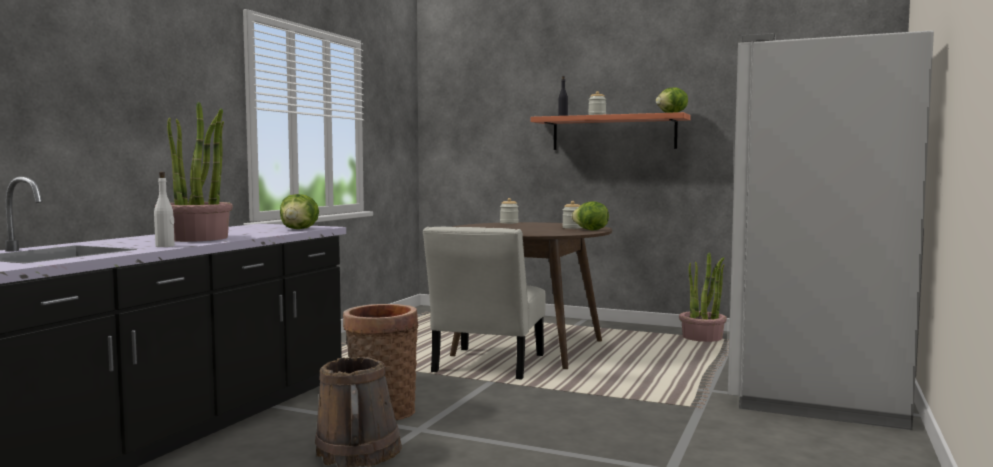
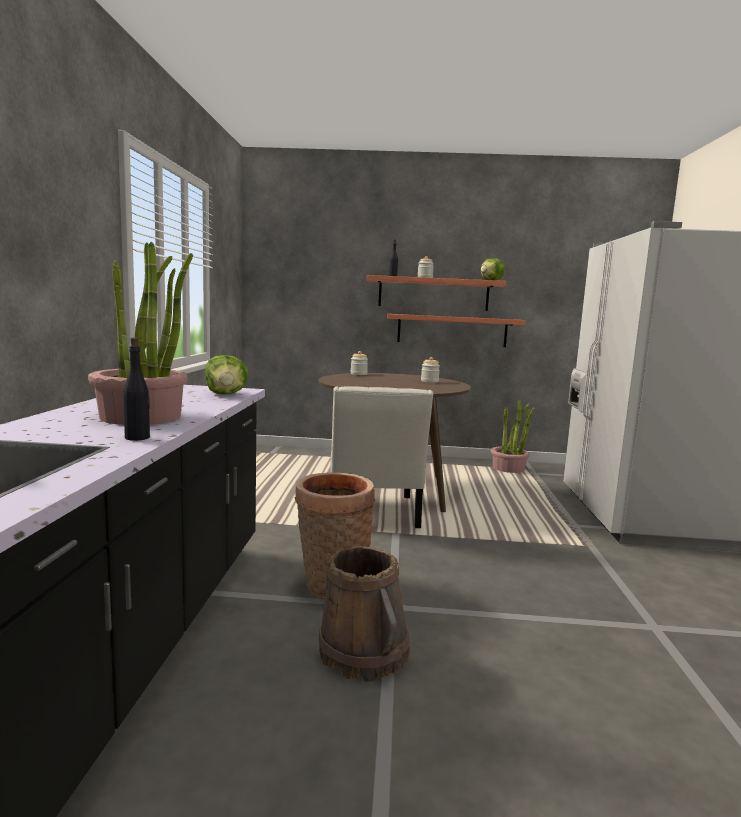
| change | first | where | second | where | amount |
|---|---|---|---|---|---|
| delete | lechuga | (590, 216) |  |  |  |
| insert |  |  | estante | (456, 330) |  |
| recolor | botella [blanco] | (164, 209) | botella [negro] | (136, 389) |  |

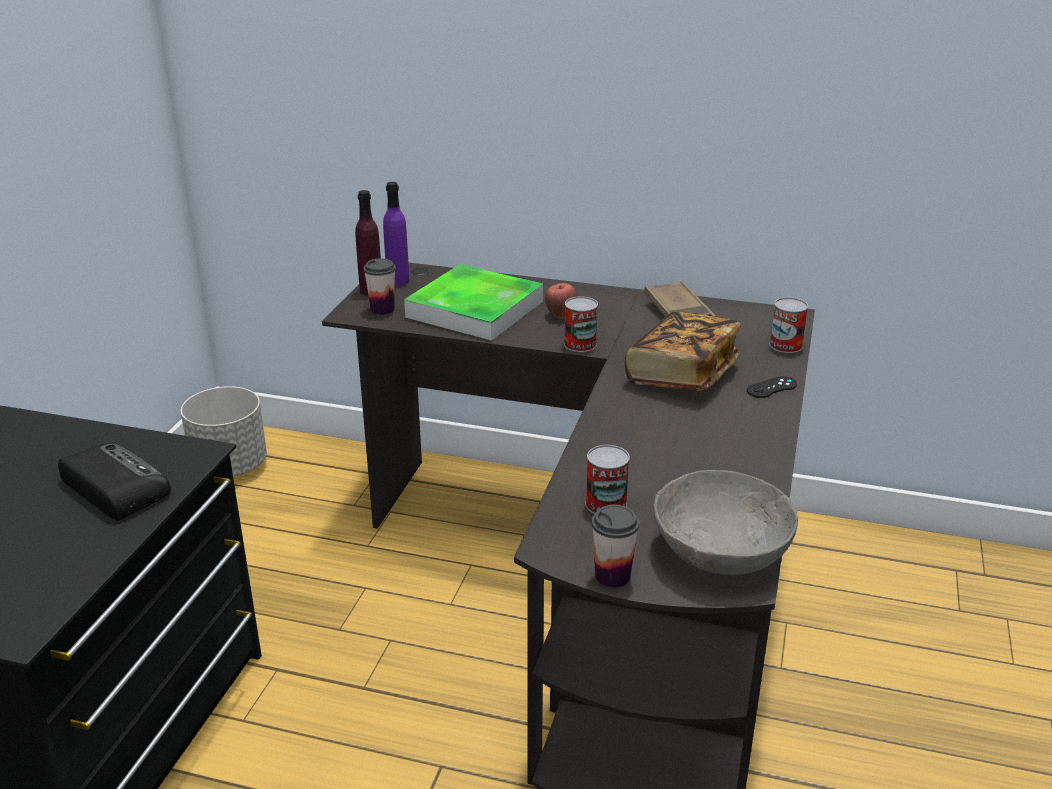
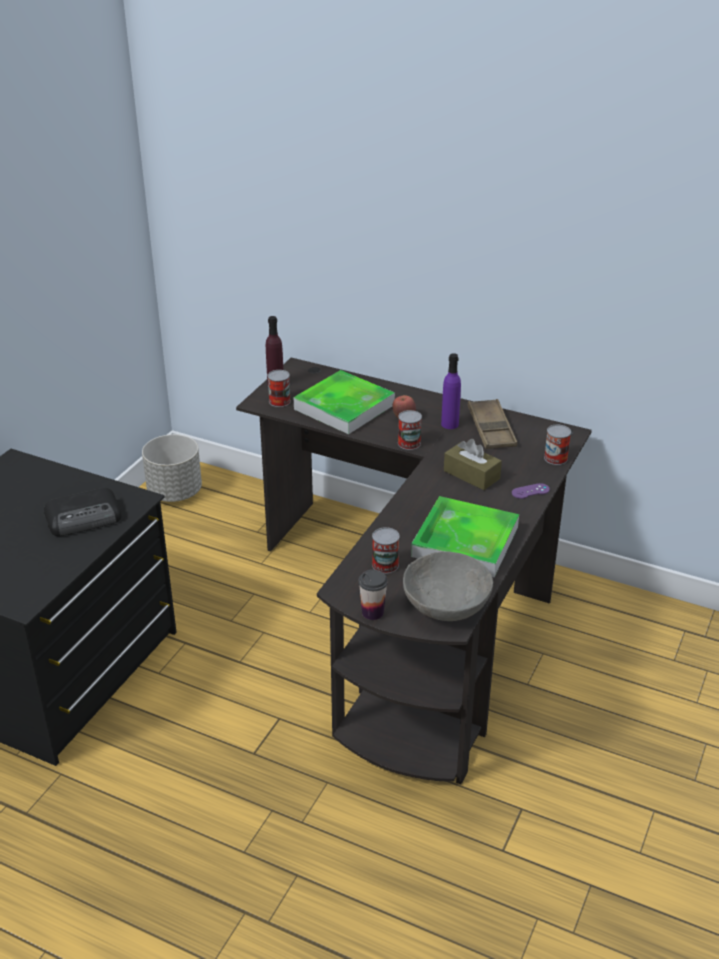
| change | first | where | second | where | amount |
|---|---|---|---|---|---|
| insert |  |  | bandeja | (465, 536) |  |
| move | botella [morado] | (396, 234) |  | (451, 391) |  |
| replace | taza | (380, 286) | lata | (279, 388) |  |
| replace | libro | (683, 351) | caja de pañuelos [marrón] | (473, 464) |  |
| recolor | mando de consola [negro] | (772, 387) | mando de consola [morado] | (531, 491) |  |
| rotate | radio | (114, 482) |  | (82, 512) | 105 degrees clockwise |

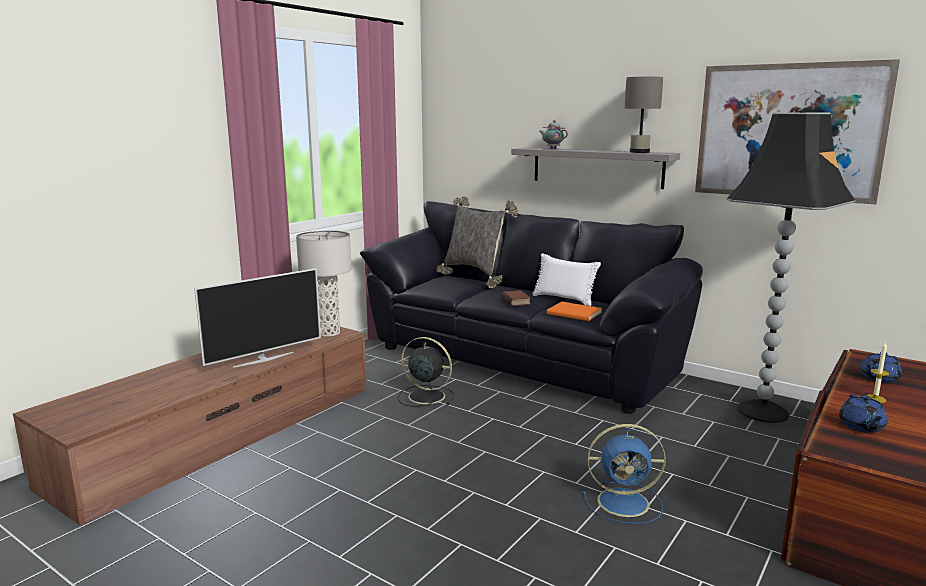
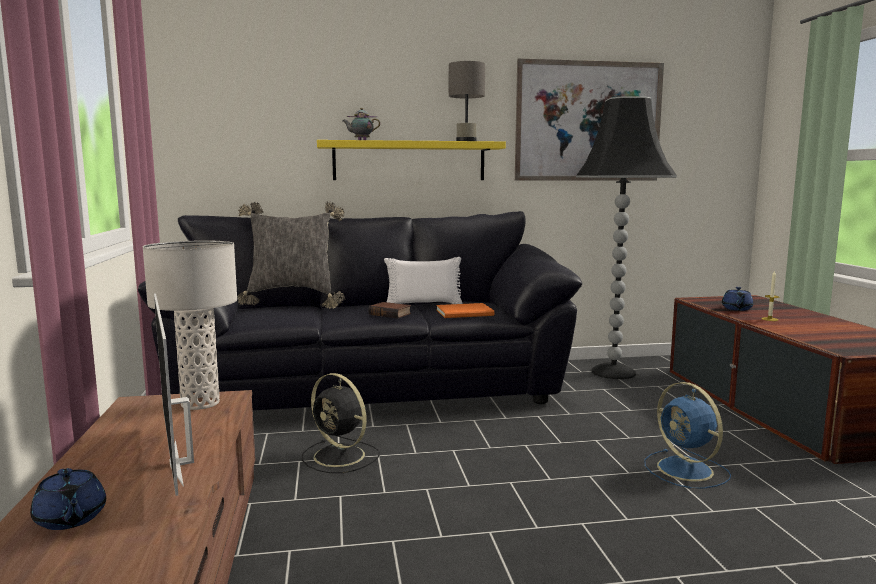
| change | first | where | second | where | amount |
|---|---|---|---|---|---|
| move | tetera [azul] | (863, 413) |  | (68, 499) |  |
| recolor | estante [gris] | (595, 168) | estante [amarillo] | (411, 160) |  |
| rotate | televisor | (257, 318) |  | (174, 394) | 150 degrees clockwise |
| rotate | ventilador [negro] | (426, 372) |  | (341, 423) | 120 degrees counterclockwise |
| rotate | ventilador [azul] | (624, 474) |  | (687, 435) | 105 degrees clockwise |

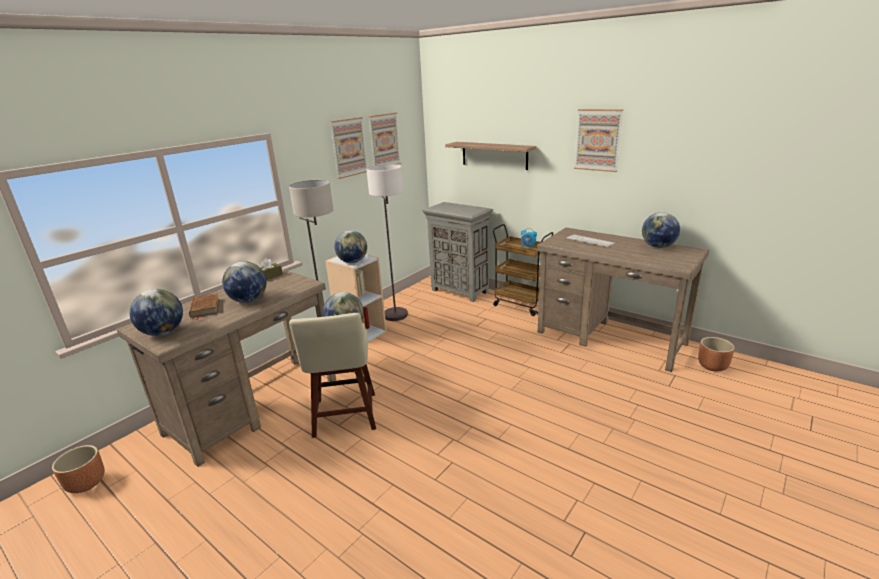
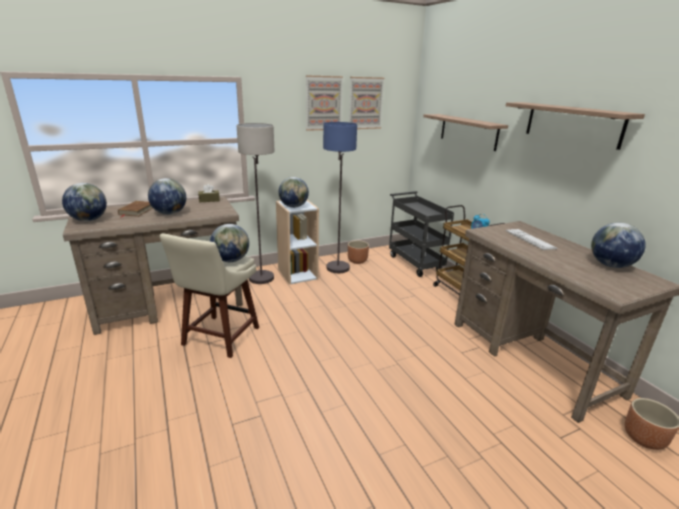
| change | first | where | second | where | amount |
|---|---|---|---|---|---|
| move | maceta [marrón] | (78, 469) |  | (358, 252) |  |
| replace | armario [gris] | (458, 252) | carrito [gris] | (421, 234) |  |
| replace | cuadro | (598, 140) | estante | (575, 126) |  |
| recolor | lámpara de pie [blanco] | (387, 242) | lámpara de pie [azul] | (340, 197) |  |

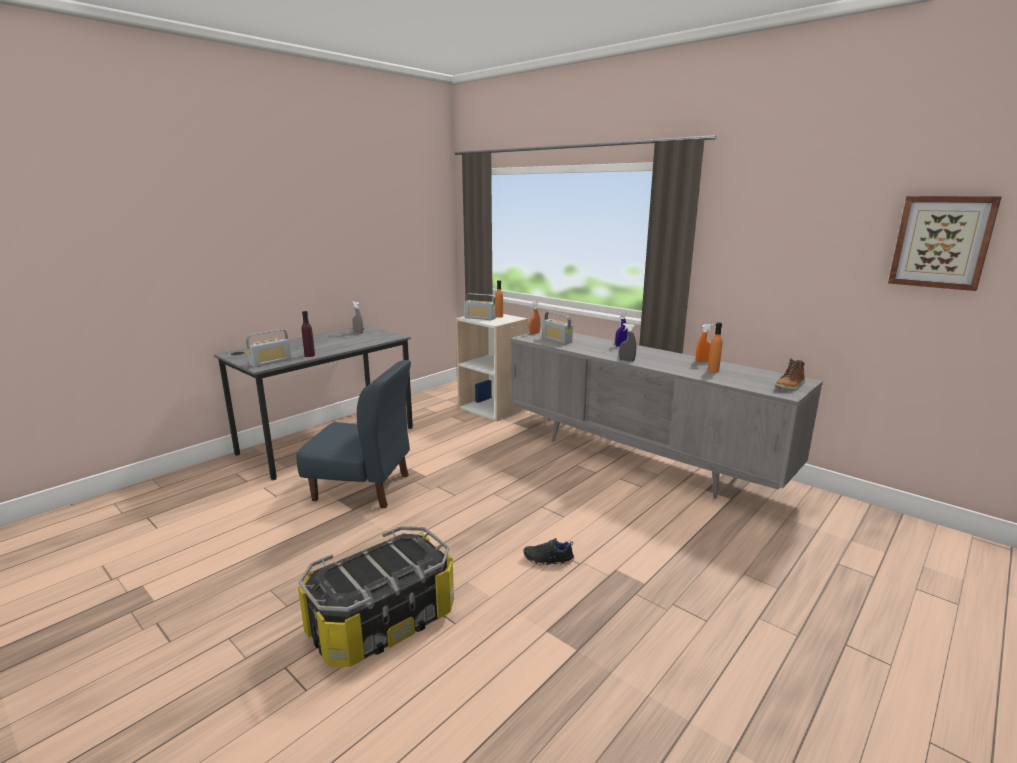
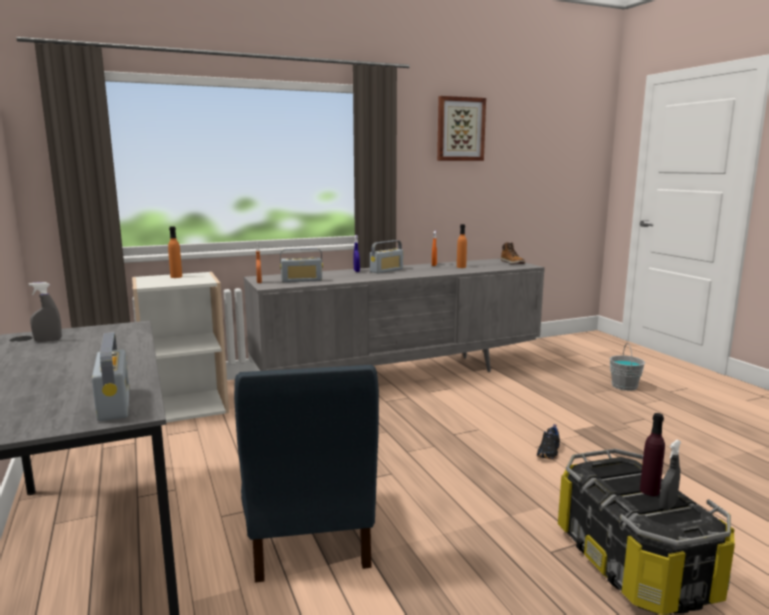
| change | first | where | second | where | amount |
|---|---|---|---|---|---|
| insert |  |  | cubo [gris] | (627, 367) |  |
| move | botella [morado] | (308, 334) |  | (652, 454) |  |
| move | radio | (480, 306) |  | (386, 256) |  |
| move | pulverizador [gris] | (627, 342) |  | (670, 475) |  |
| move | cuadro | (945, 243) |  | (461, 128) |  |
| rotate | silla [azul] | (353, 434) |  | (306, 474) | 135 degrees clockwise |

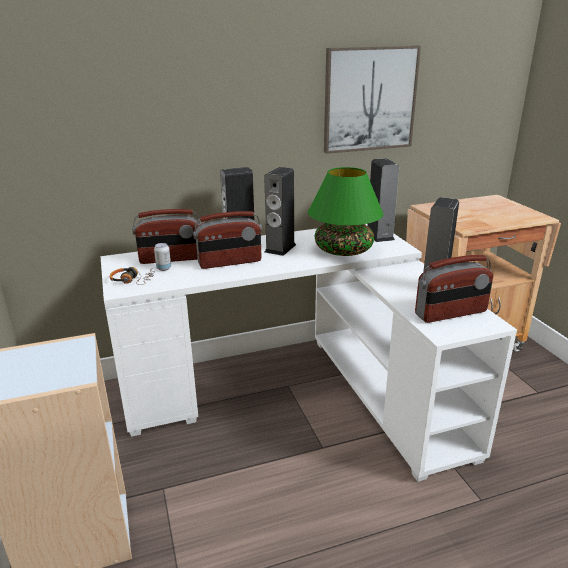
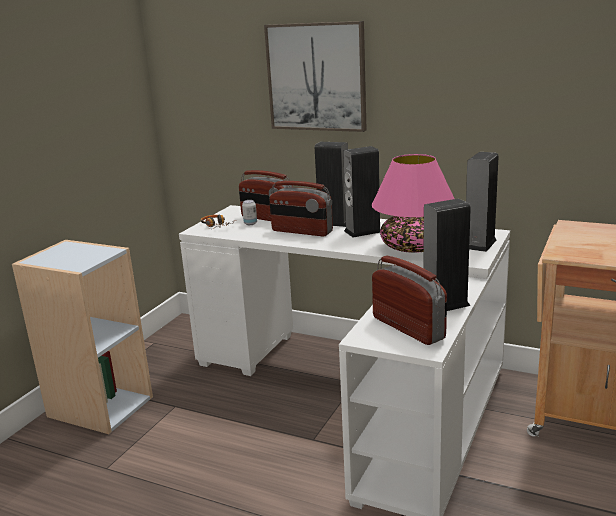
| change | first | where | second | where | amount |
|---|---|---|---|---|---|
| move | cuadro | (372, 100) |  | (315, 76) |  |
| recolor | lámpara de mesa [verde] | (345, 211) | lámpara de mesa [rosa] | (413, 203) |  |
| rotate | radio | (454, 289) |  | (409, 300) | 150 degrees counterclockwise |

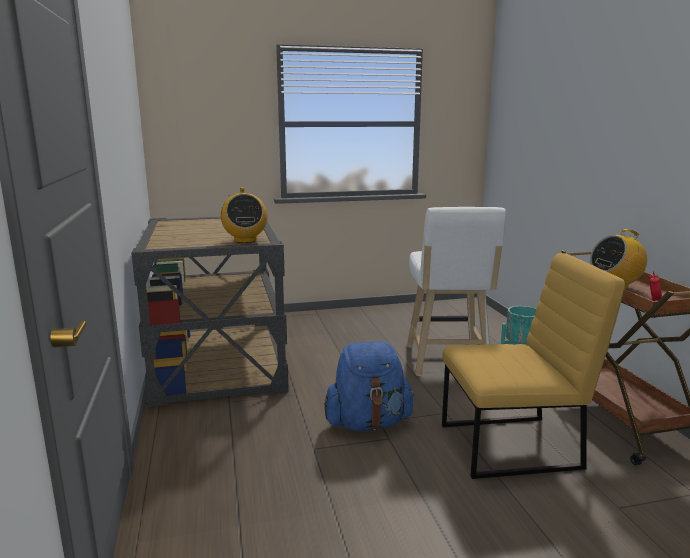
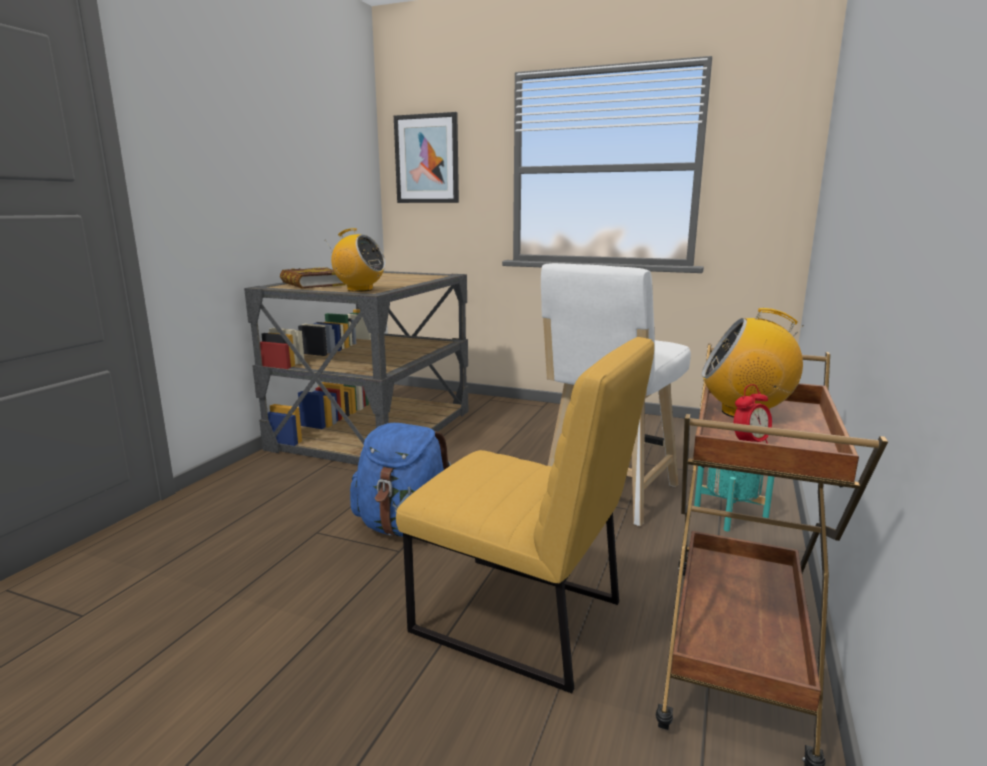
| change | first | where | second | where | amount |
|---|---|---|---|---|---|
| insert |  |  | libro | (313, 277) |  |
| insert |  |  | cuadro | (426, 157) |  |
| rotate | radio | (244, 215) |  | (355, 260) | 90 degrees counterclockwise |

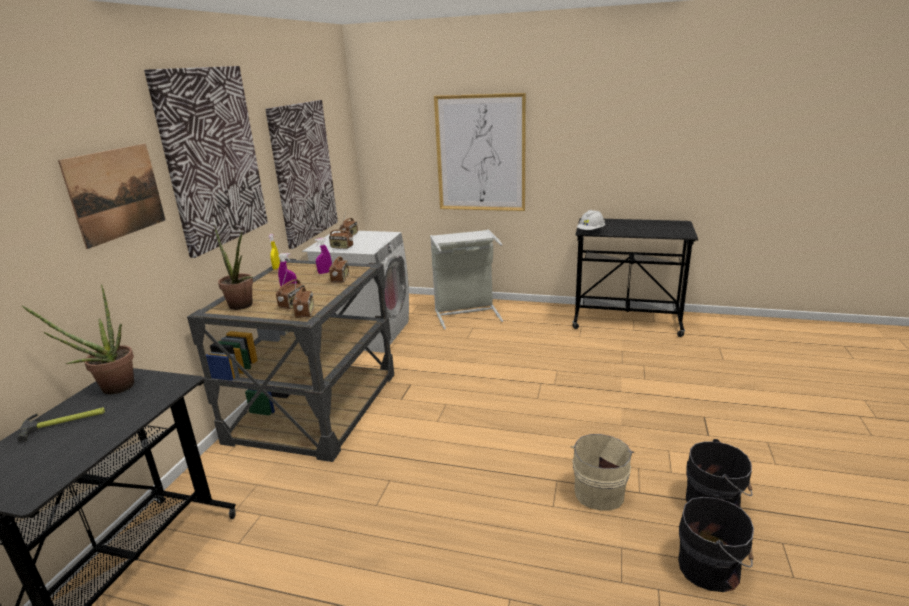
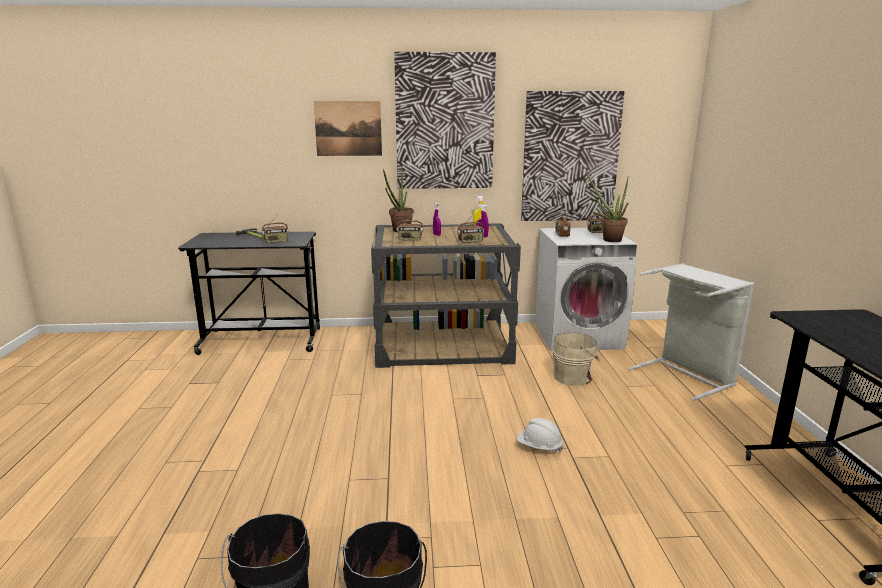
| change | first | where | second | where | amount |
|---|---|---|---|---|---|
| delete | cuadro | (480, 152) |  |  |  |
| move | planta en maceta | (78, 339) |  | (607, 207) |  |
| move | radio | (303, 298) |  | (275, 230) |  |
| move | cubo [beis] | (602, 472) |  | (576, 358) |  |
| move | casco [blanco] | (591, 220) |  | (540, 435) |  |

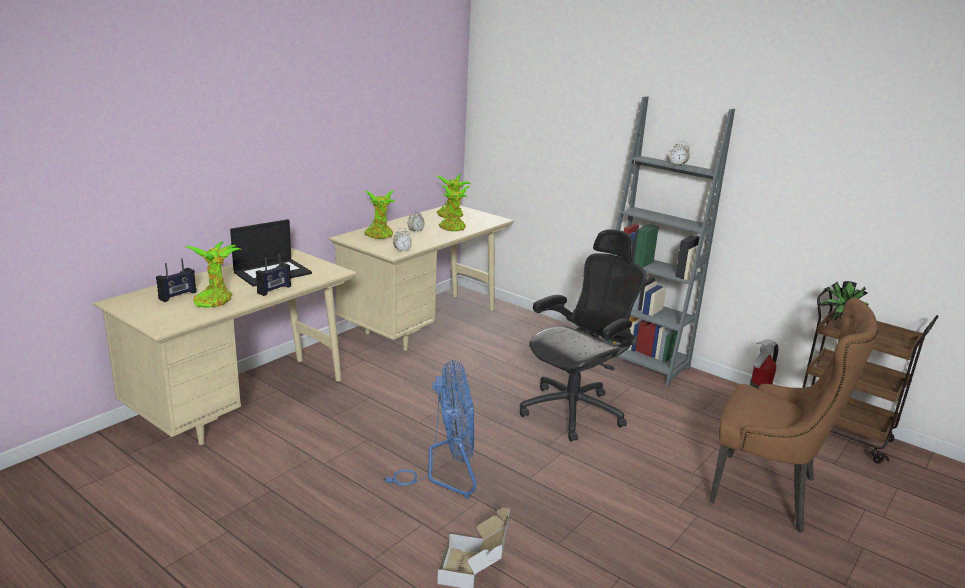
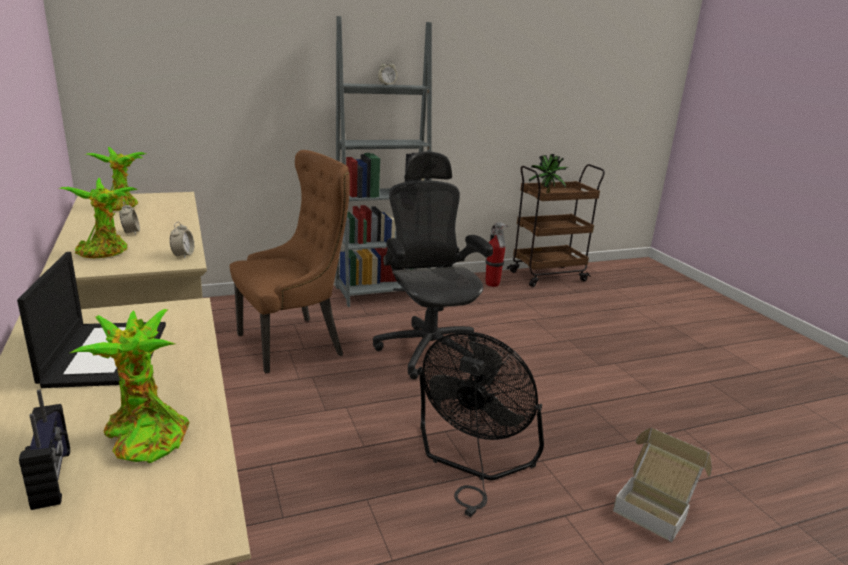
| change | first | where | second | where | amount |
|---|---|---|---|---|---|
| delete | radio | (273, 275) |  |  |  |
| delete | planta en maceta | (454, 208) |  |  |  |
| move | silla [marrón] | (793, 415) |  | (290, 261) |  |
| recolor | ventilador [azul] | (430, 429) | ventilador [negro] | (480, 424) |  |

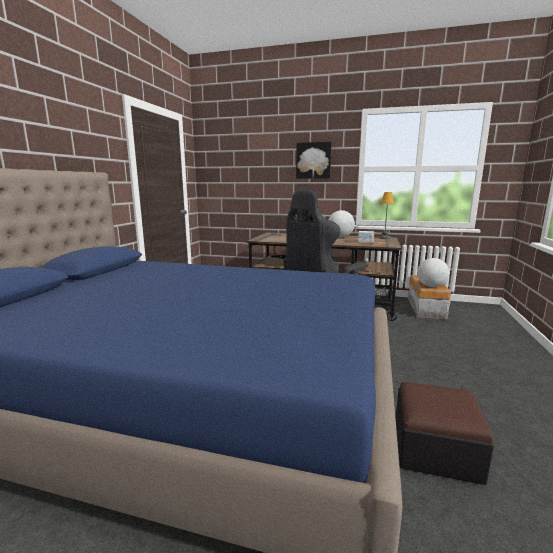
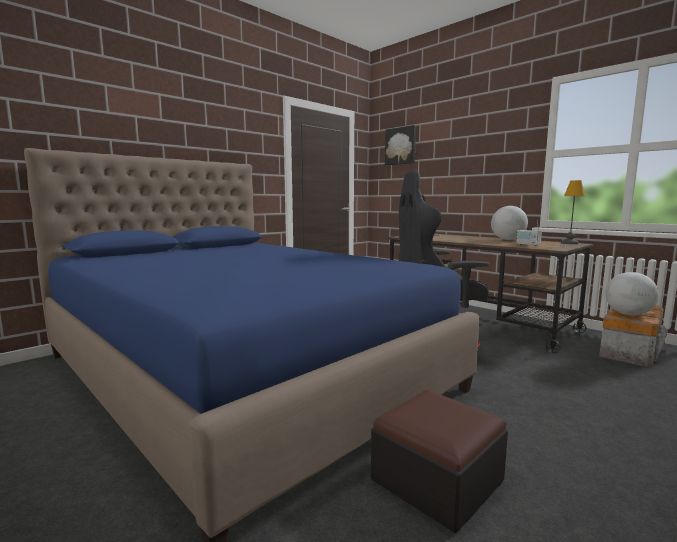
| change | first | where | second | where | amount |
|---|---|---|---|---|---|
| move | cuadro | (314, 160) |  | (400, 145) |  |

